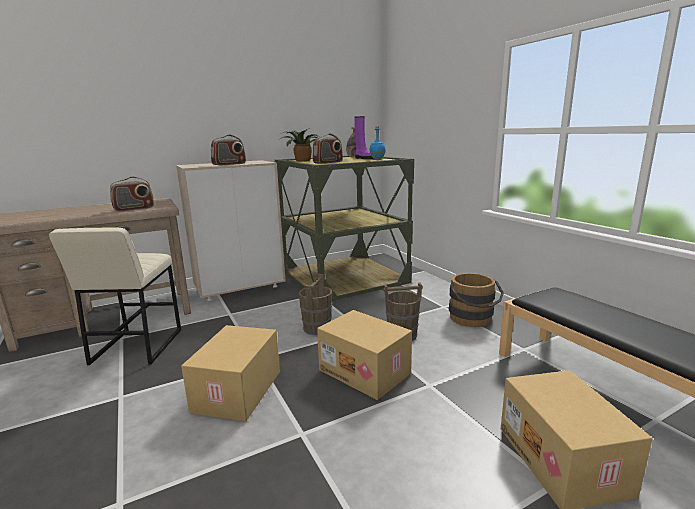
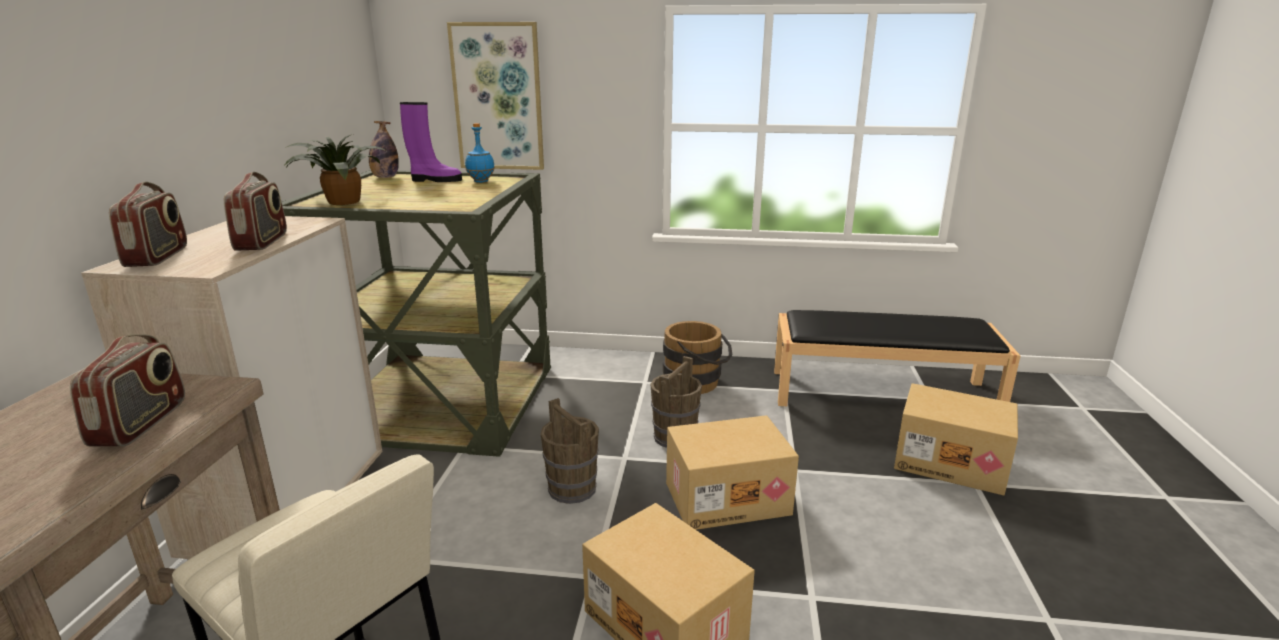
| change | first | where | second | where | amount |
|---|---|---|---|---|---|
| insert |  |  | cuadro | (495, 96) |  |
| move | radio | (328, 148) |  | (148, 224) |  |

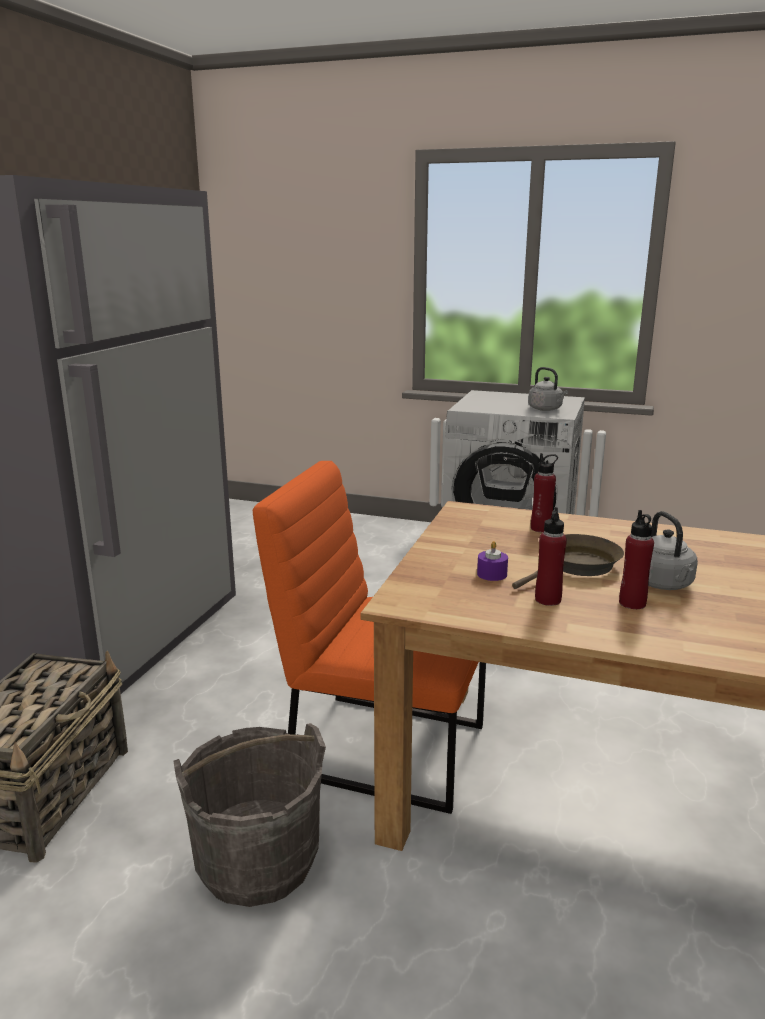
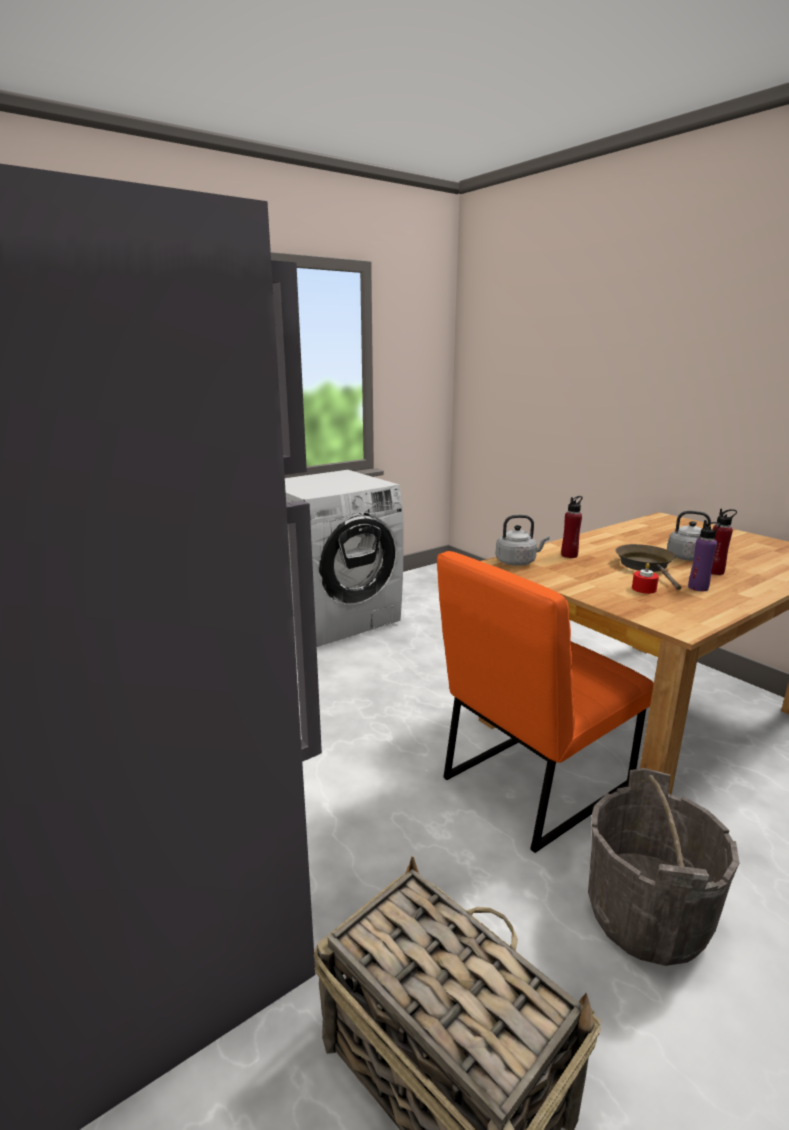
| change | first | where | second | where | amount |
|---|---|---|---|---|---|
| move | hervidor [gris] | (548, 389) |  | (523, 540) |  |
| recolor | vela [morado] | (492, 561) | vela [rojo] | (645, 578) |  |
| recolor | botella [rojo] | (551, 556) | botella [morado] | (704, 555) |  |

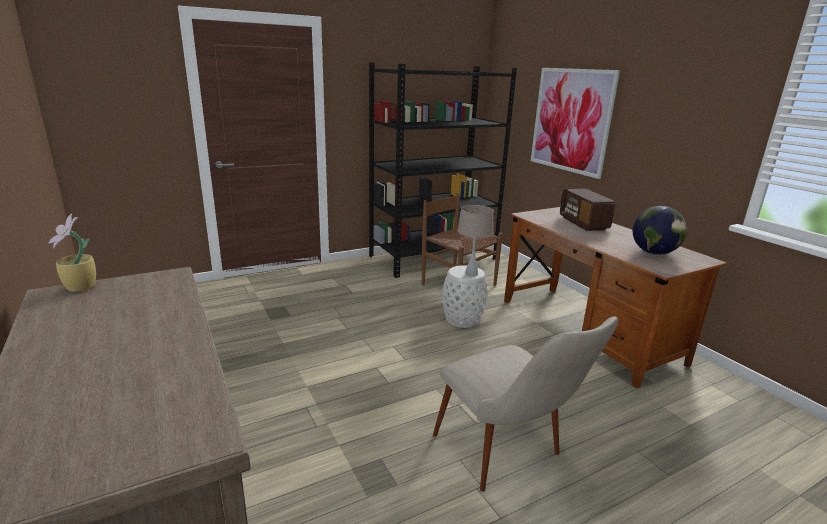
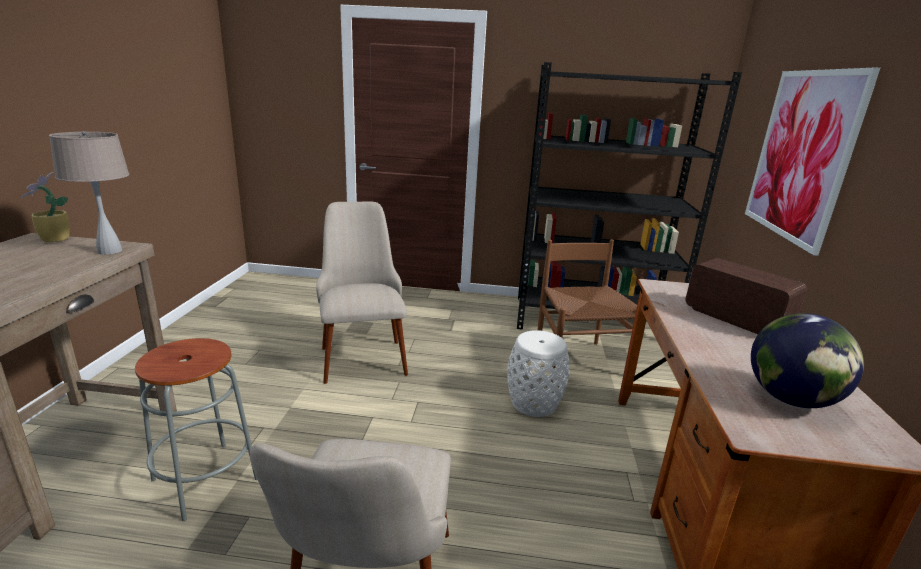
| change | first | where | second | where | amount |
|---|---|---|---|---|---|
| insert |  |  | taburete [gris] | (196, 429) |  |
| insert |  |  | silla [beis] | (362, 292) |  |
| move | lámpara de mesa [beis] | (475, 241) |  | (89, 193) |  |
| rotate | radio | (587, 210) |  | (746, 296) | 120 degrees clockwise |

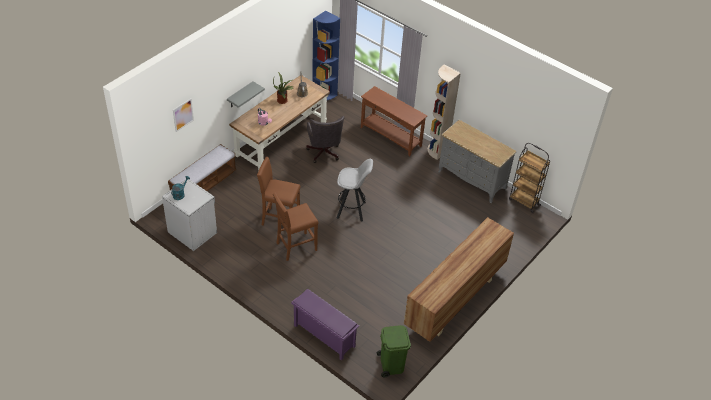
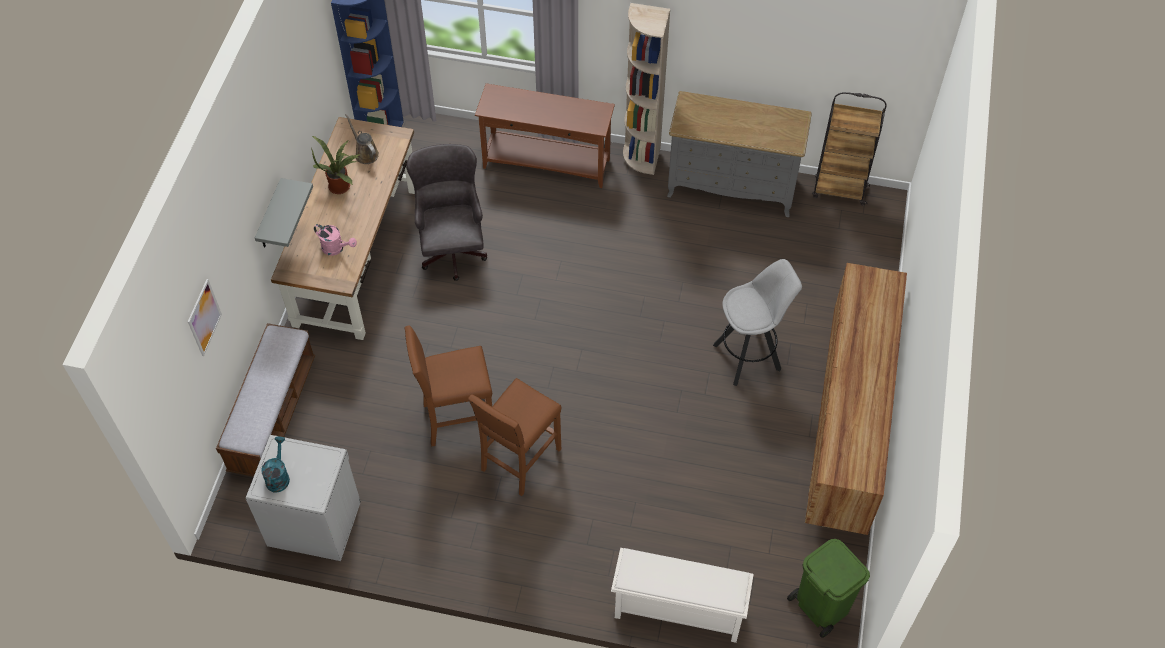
| change | first | where | second | where | amount |
|---|---|---|---|---|---|
| move | taburete [gris] | (354, 190) |  | (757, 322) |  |
| recolor | zapatero [morado] | (325, 325) | zapatero [blanco] | (682, 595) |  |
| rotate | silla de oficina [gris] | (325, 139) |  | (446, 212) | 150 degrees counterclockwise |

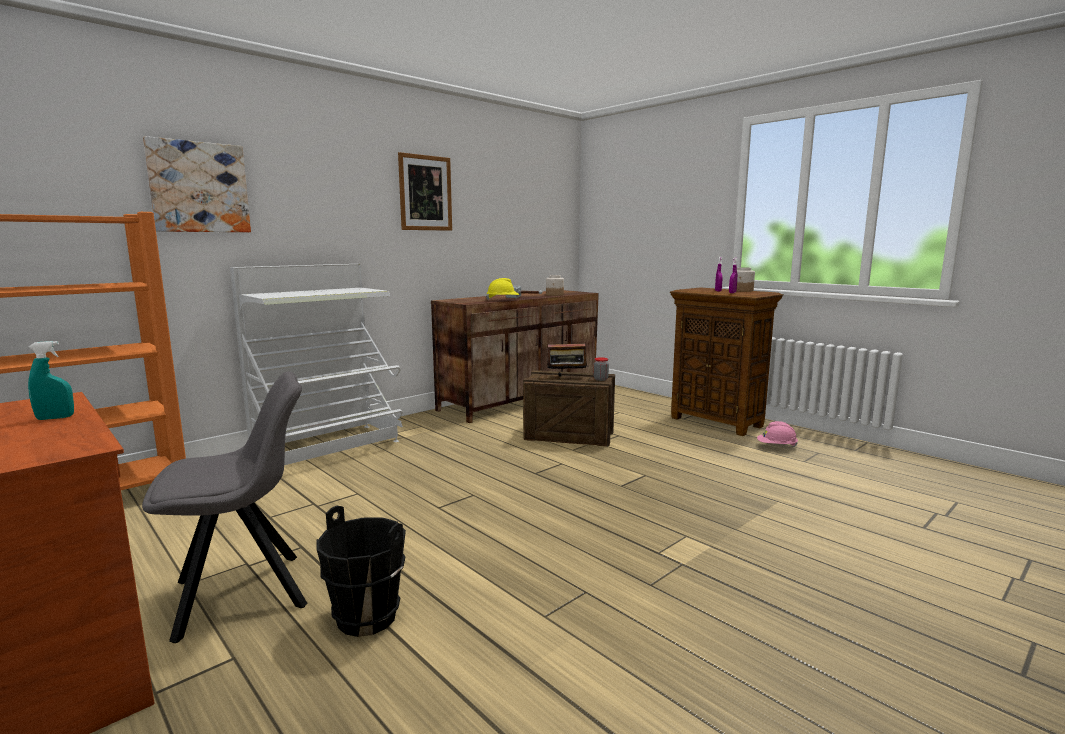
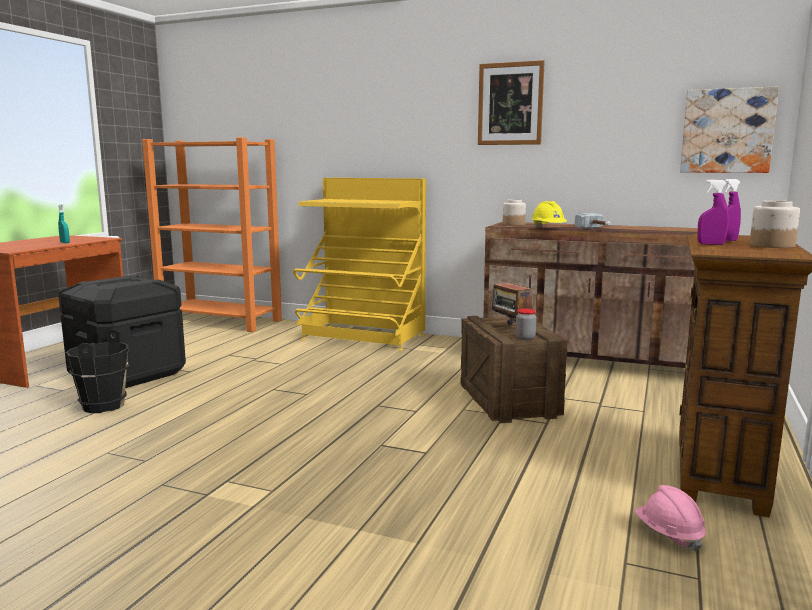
| change | first | where | second | where | amount |
|---|---|---|---|---|---|
| move | cuadro | (197, 184) |  | (729, 130) |  |
| move | tarro | (555, 285) |  | (514, 212) |  |
| replace | silla [gris] | (225, 507) | caja de almacenaje [negro] | (122, 332) |  |
| recolor | zapatero [blanco] | (316, 364) | zapatero [amarillo] | (359, 264) |  |

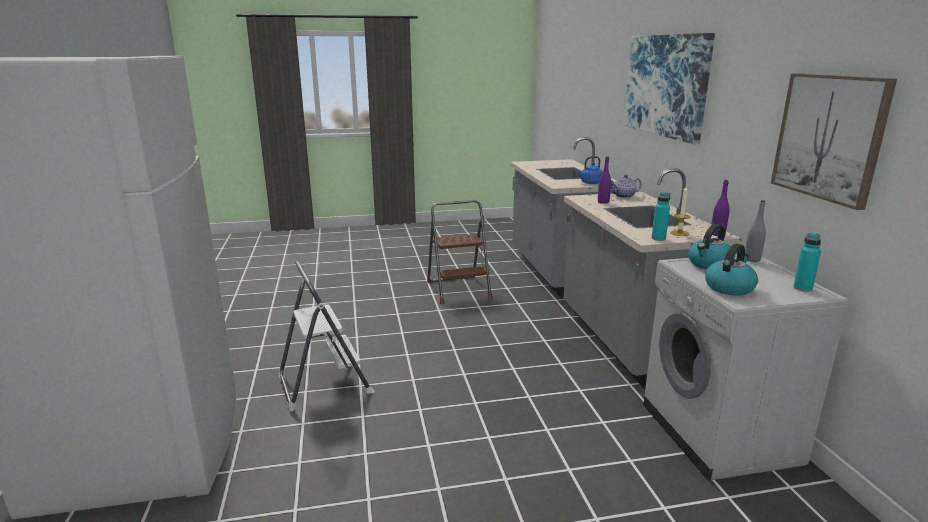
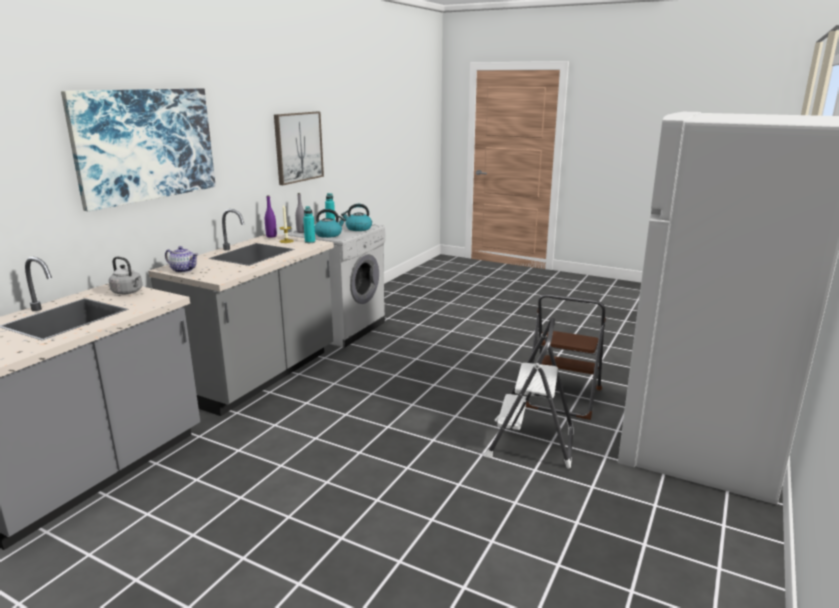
| change | first | where | second | where | amount |
|---|---|---|---|---|---|
| delete | botella [morado] | (604, 180) |  |  |  |
| move | escalera de tijera [marrón] | (460, 252) |  | (566, 357) |  |
| recolor | hervidor [azul] | (589, 170) | hervidor [gris] | (126, 275) |  |

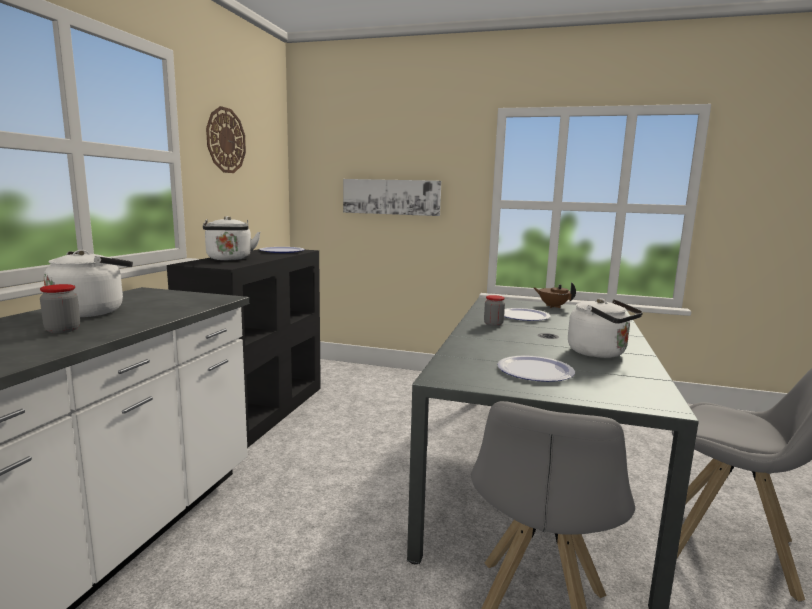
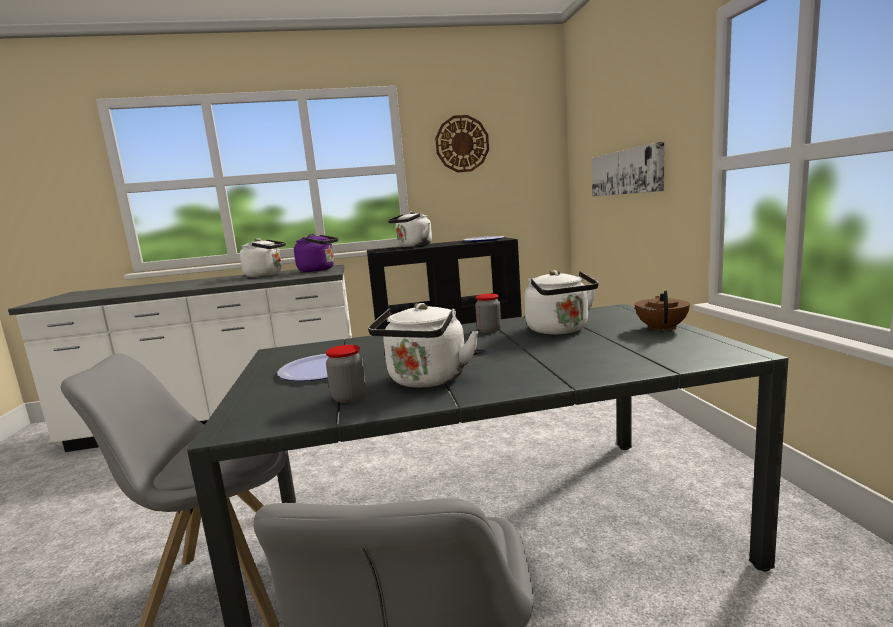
| change | first | where | second | where | amount |
|---|---|---|---|---|---|
| insert |  |  | hervidor [morado] | (316, 253) |  |
| move | tarro | (60, 308) |  | (346, 374) |  |
| replace | plato | (527, 314) | hervidor [blanco] | (561, 302) |  |

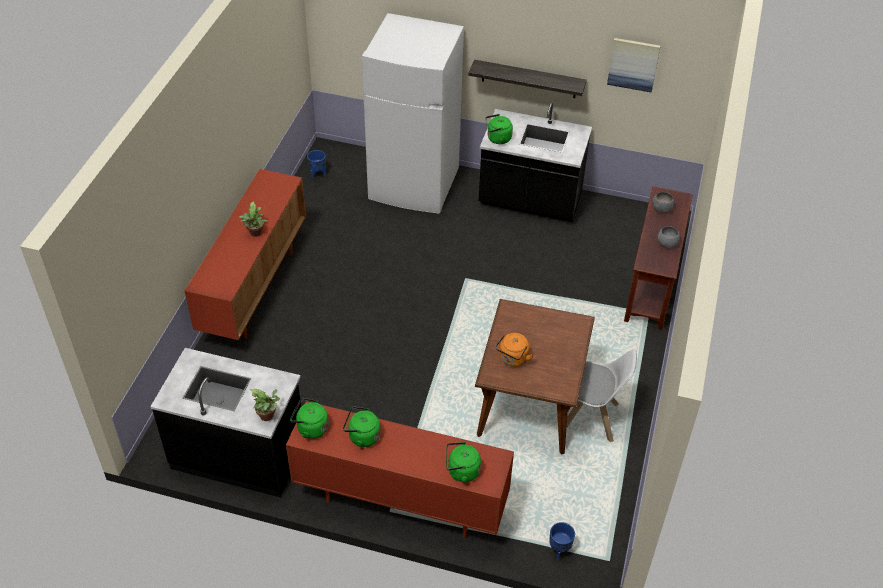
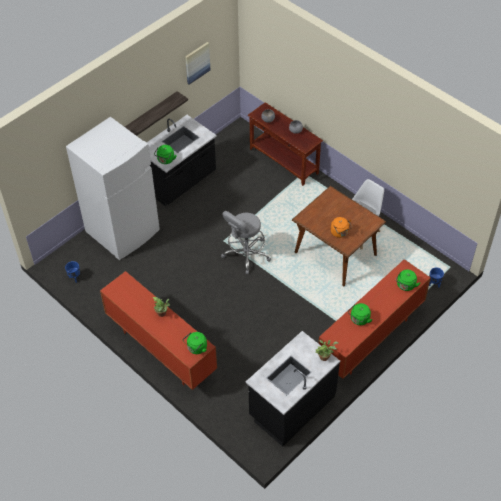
| change | first | where | second | where | amount |
|---|---|---|---|---|---|
| insert |  |  | taburete [gris] | (246, 242) |  |
| move | hervidor [verde] | (309, 418) |  | (195, 343) |  |

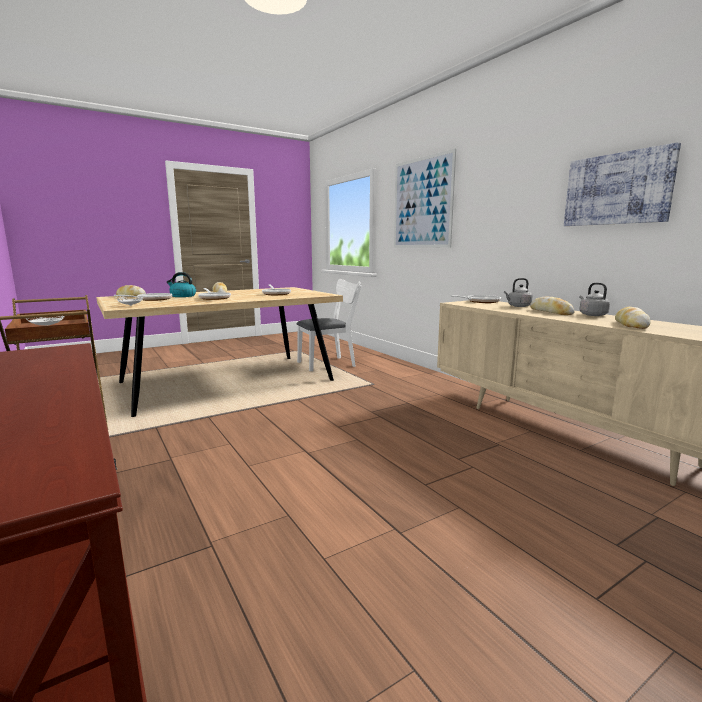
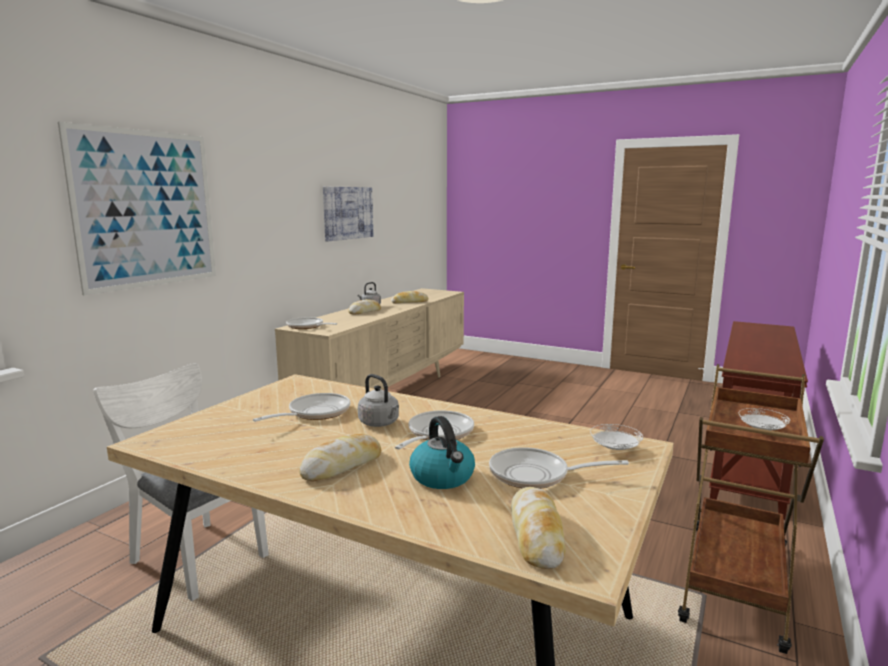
| change | first | where | second | where | amount |
|---|---|---|---|---|---|
| move | hervidor [gris] | (518, 292) |  | (378, 400) |  |

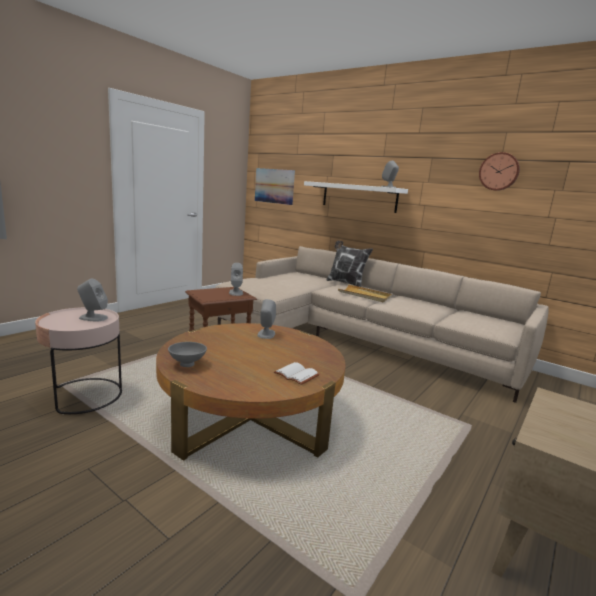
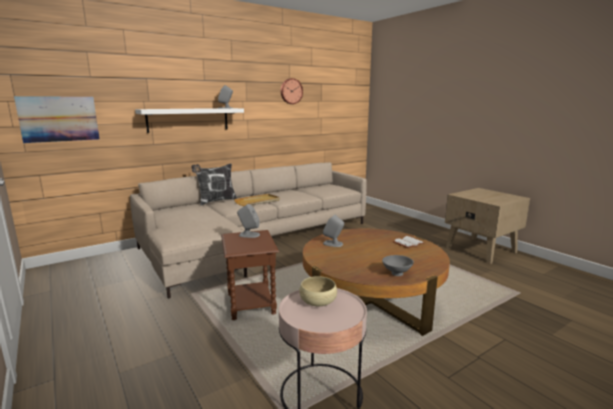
| change | first | where | second | where | amount |
|---|---|---|---|---|---|
| replace | altavoz [gris] | (92, 300) | cuenco [beis] | (318, 291) |  |

